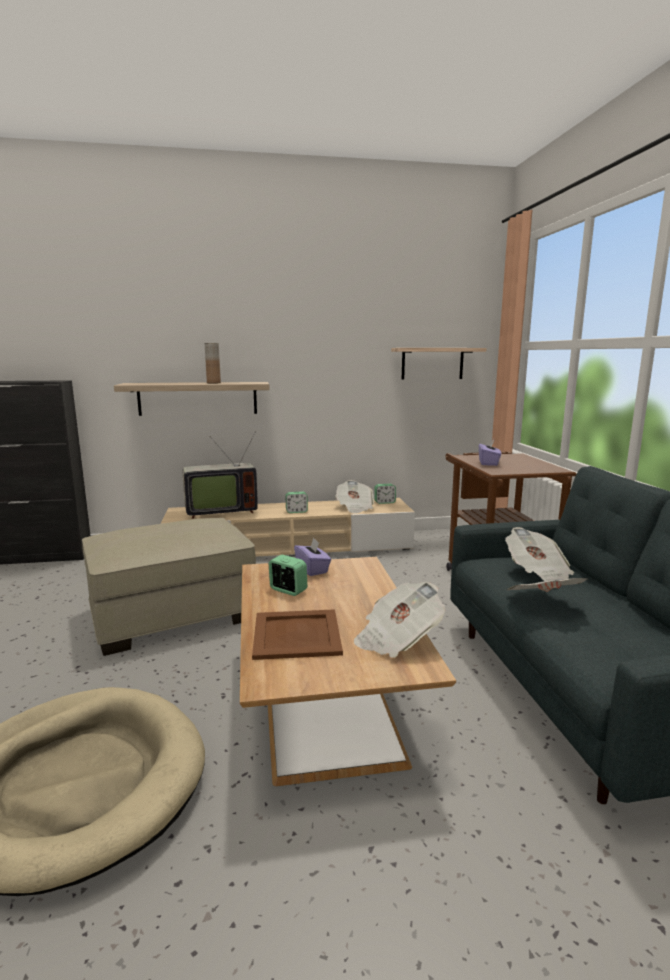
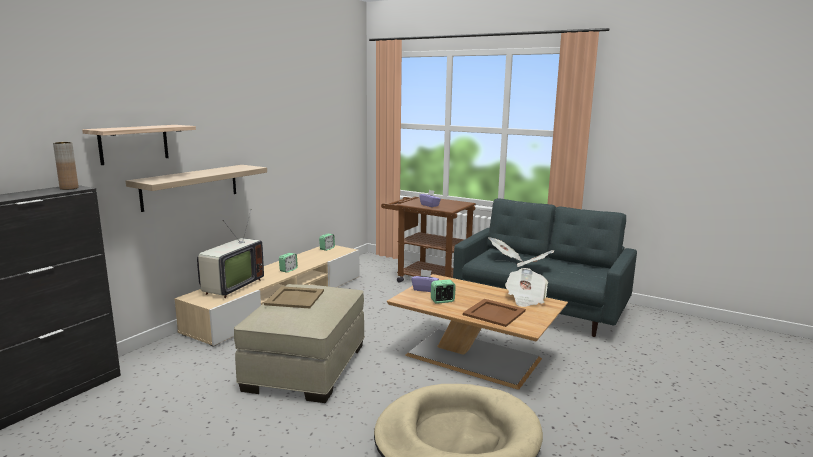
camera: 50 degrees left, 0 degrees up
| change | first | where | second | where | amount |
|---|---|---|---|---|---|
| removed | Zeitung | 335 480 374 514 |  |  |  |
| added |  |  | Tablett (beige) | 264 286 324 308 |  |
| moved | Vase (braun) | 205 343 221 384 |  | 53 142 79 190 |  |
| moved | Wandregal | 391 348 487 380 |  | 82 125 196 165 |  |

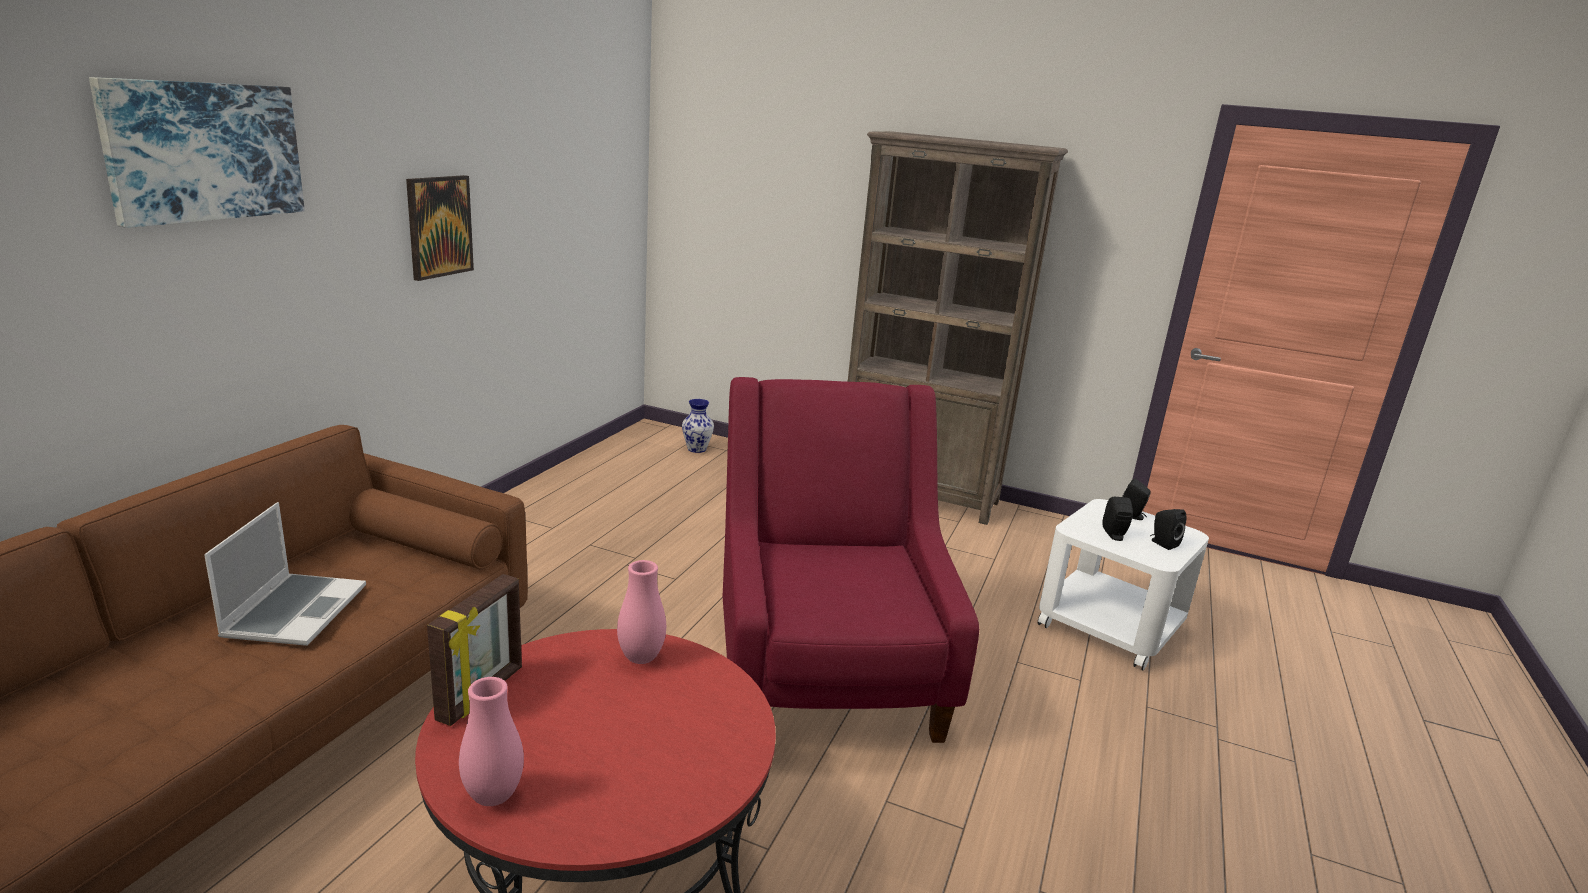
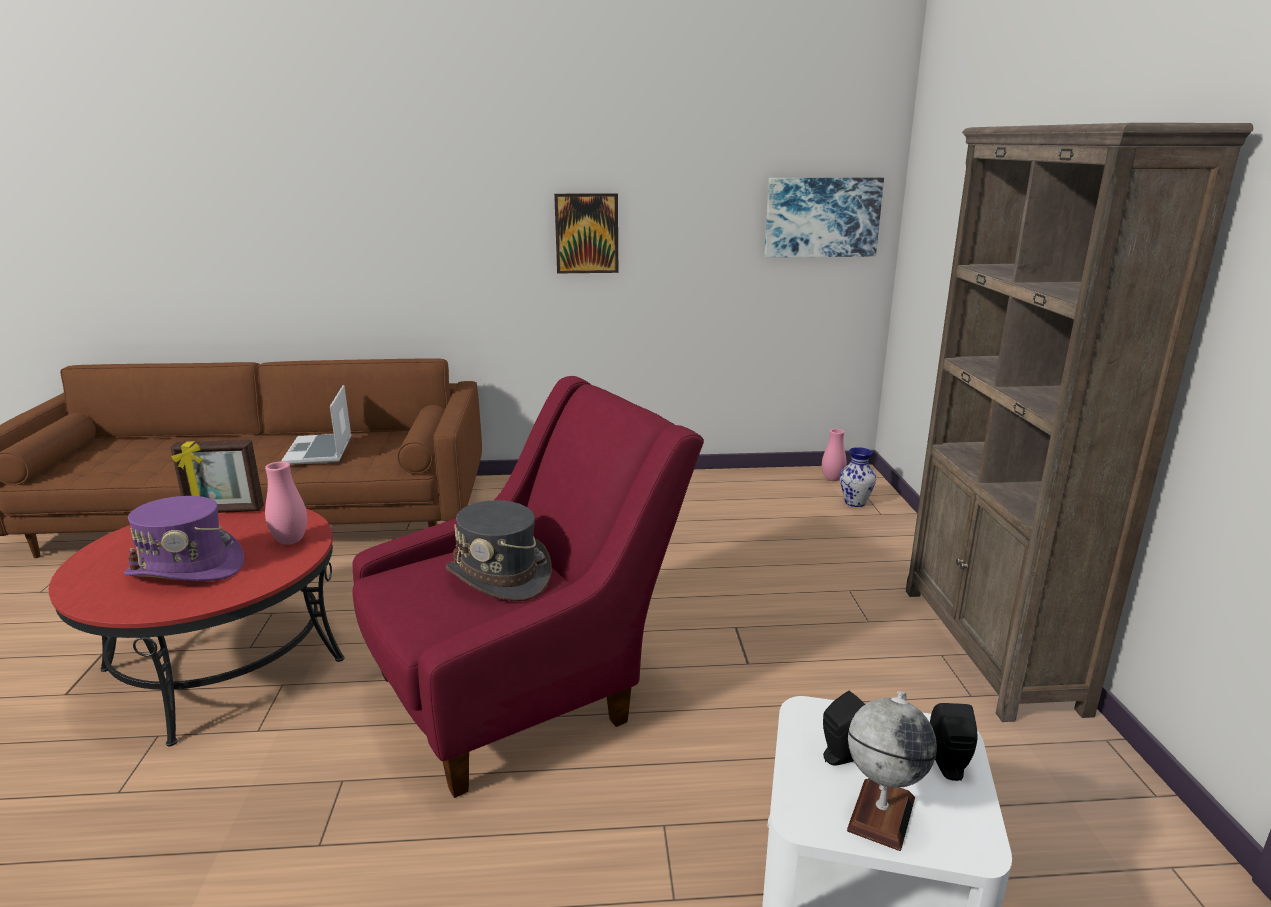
camera: 65 degrees right, 0 degrees up
| change | first | where | second | where | amount |
|---|---|---|---|---|---|
| added |  |  | Hut (lila) | 124 496 244 581 |  |
| added |  |  | Hut (grau) | 446 500 552 601 |  |
| moved | Bild | 89 77 305 228 |  | 764 177 884 258 |  |
| moved | Vase (rosa) | 459 677 524 806 |  | 822 429 846 481 |  |
| replaced | Lautsprecher (schwarz) | 1150 509 1186 550 | Globus | 847 691 937 851 |  |
| turned | Laptop | 204 502 366 646 |  | 281 385 352 465 | 105 degrees clockwise |

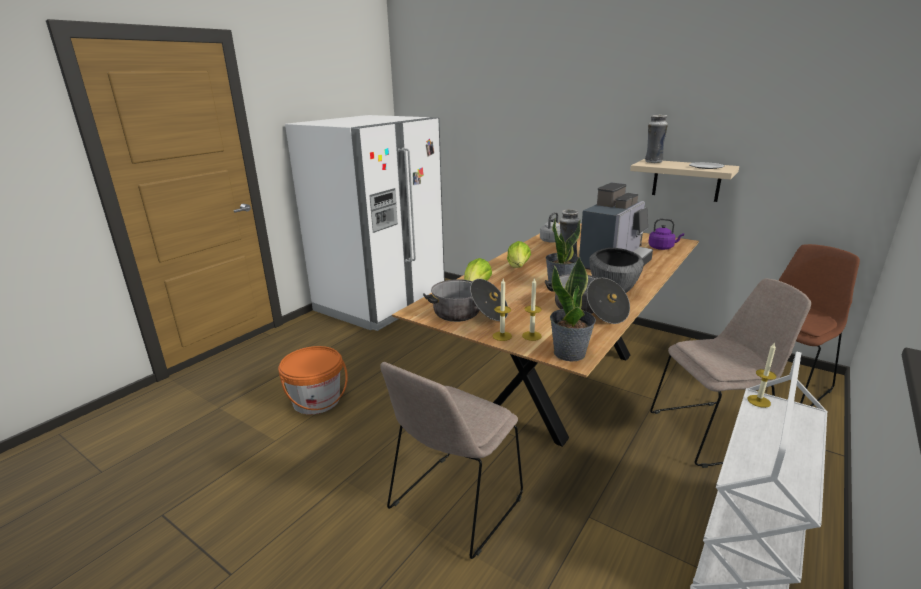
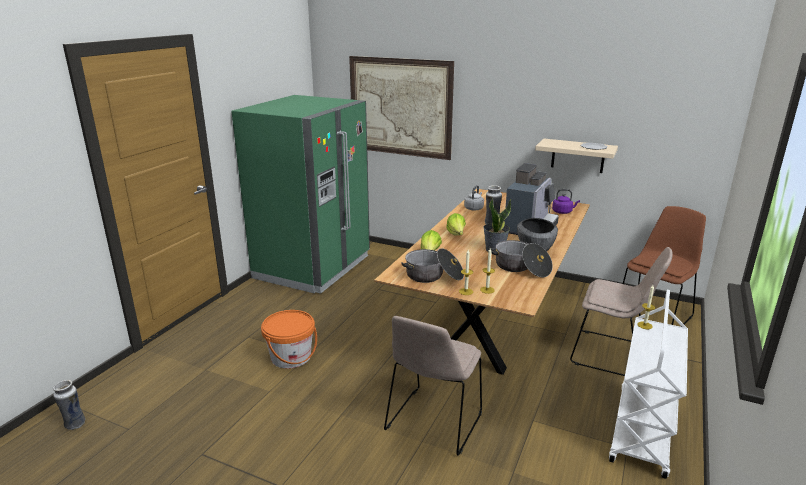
camera: 10 degrees left, 0 degrees up
| change | first | where | second | where | amount |
|---|---|---|---|---|---|
| removed | Topfpflanze | 550 256 596 362 |  |  |  |
| added |  |  | Bild | 349 56 454 160 |  |
| moved | Vase | 645 115 668 163 |  | 53 380 85 430 |  |
| recoloured | Kühlschrank (weiß) | 285 115 445 331 | Kühlschrank (grün) | 231 95 370 294 |  |
| turned | Stuhl (beige) | 650 279 811 468 |  | 570 247 673 376 | 45 degrees clockwise |

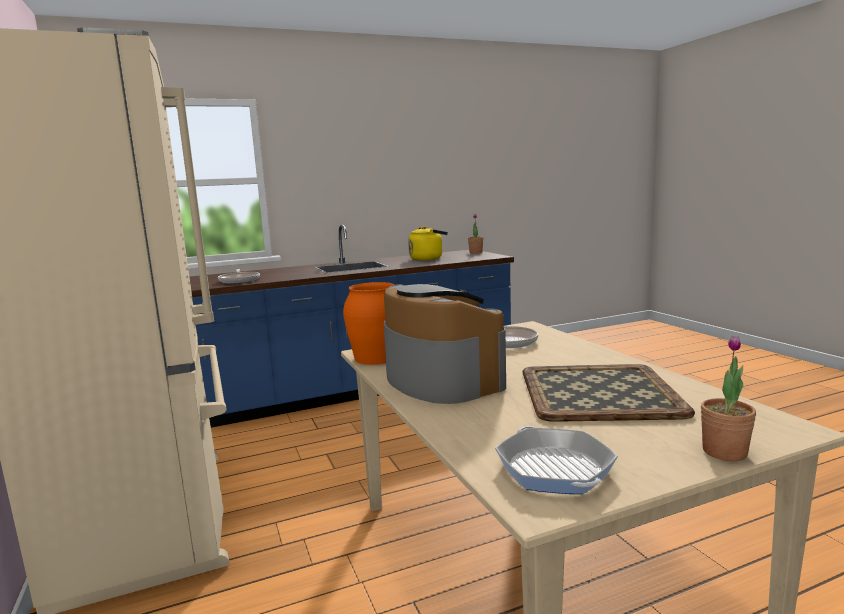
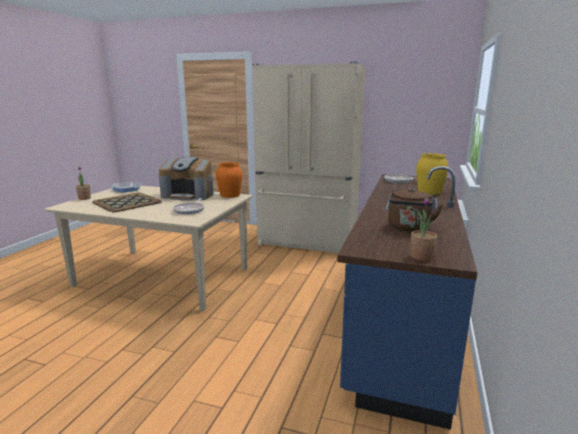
camera: 130 degrees right, 5 degrees up
| change | first | where | second | where | amount |
|---|---|---|---|---|---|
| added |  |  | Vase (gelb) | 416 153 448 195 |  |
| recoloured | Wasserkessel (gelb) | 408 226 448 260 | Wasserkessel (braun) | 388 188 443 231 |  |

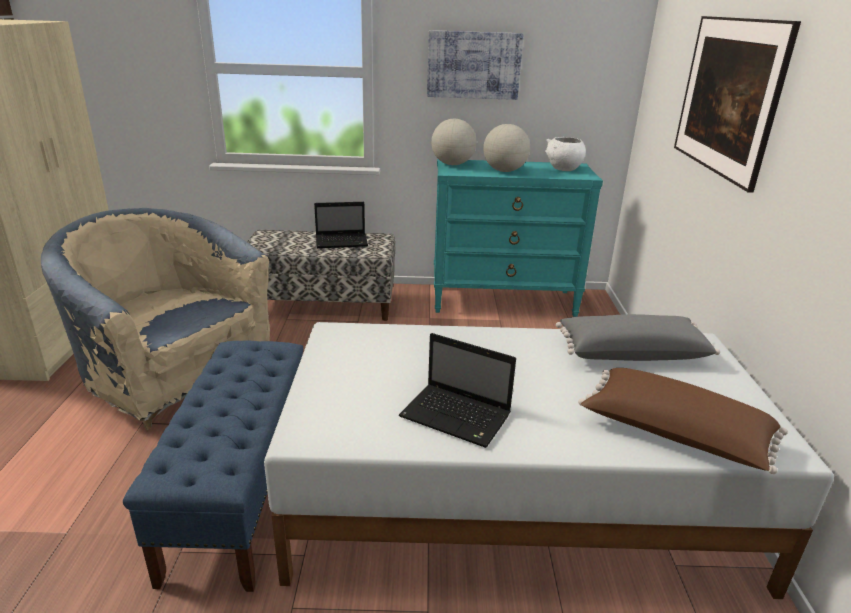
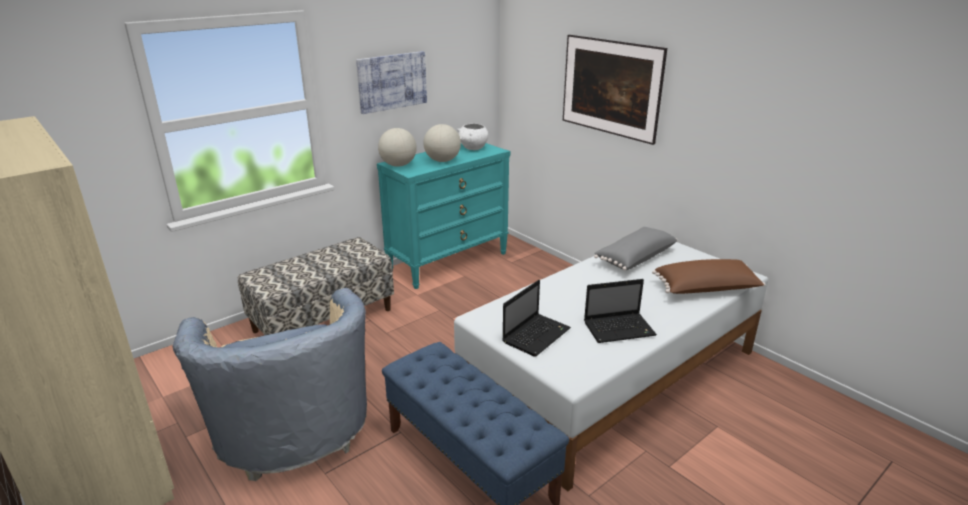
camera: 40 degrees left, 0 degrees up
| change | first | where | second | where | amount |
|---|---|---|---|---|---|
| moved | Laptop | 314 202 368 248 |  | 502 280 571 357 |  |
| turned | Sessel (beige) | 41 208 270 431 |  | 172 288 367 481 | 105 degrees counterclockwise |

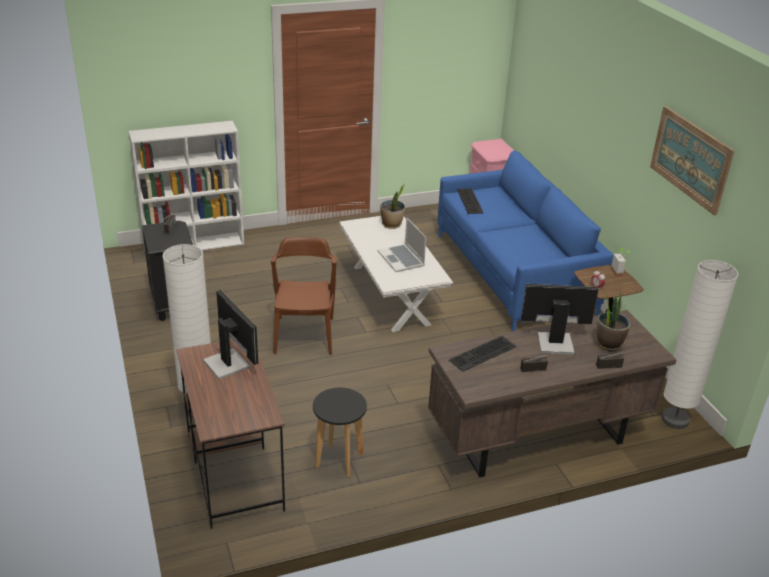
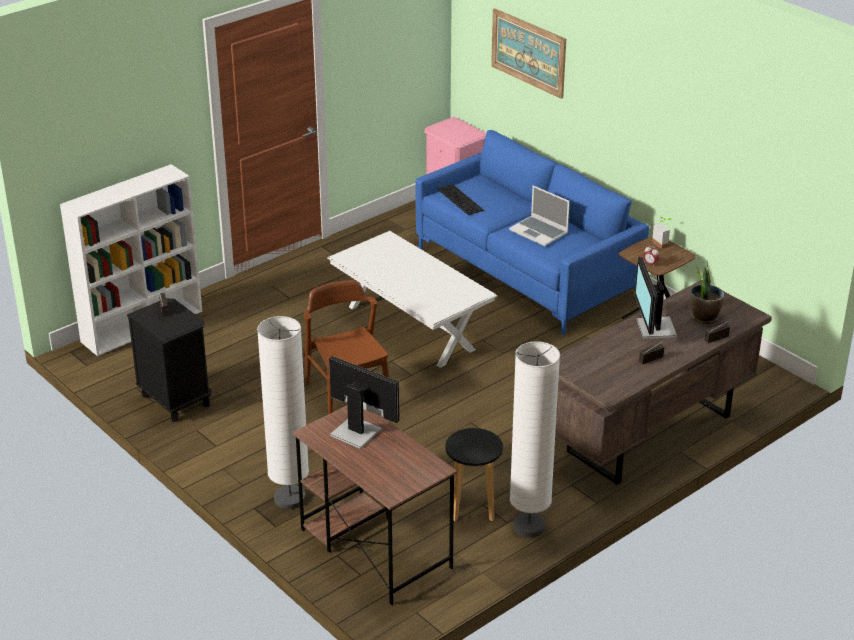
camera: 20 degrees left, 0 degrees up
| change | first | where | second | where | amount |
|---|---|---|---|---|---|
| removed | Topfpflanze | 380 184 405 229 |  |  |  |
| removed | Tastatur | 449 336 516 372 |  |  |  |
| moved | Laptop | 378 217 426 272 |  | 509 185 570 246 |  |
| moved | Bild | 650 106 734 216 |  | 491 8 566 99 |  |
| moved | Stehlampe (weiß) | 662 260 738 429 |  | 510 341 560 538 |  |
| turned | Monitor | 521 284 599 355 |  | 634 257 677 339 | 75 degrees counterclockwise |

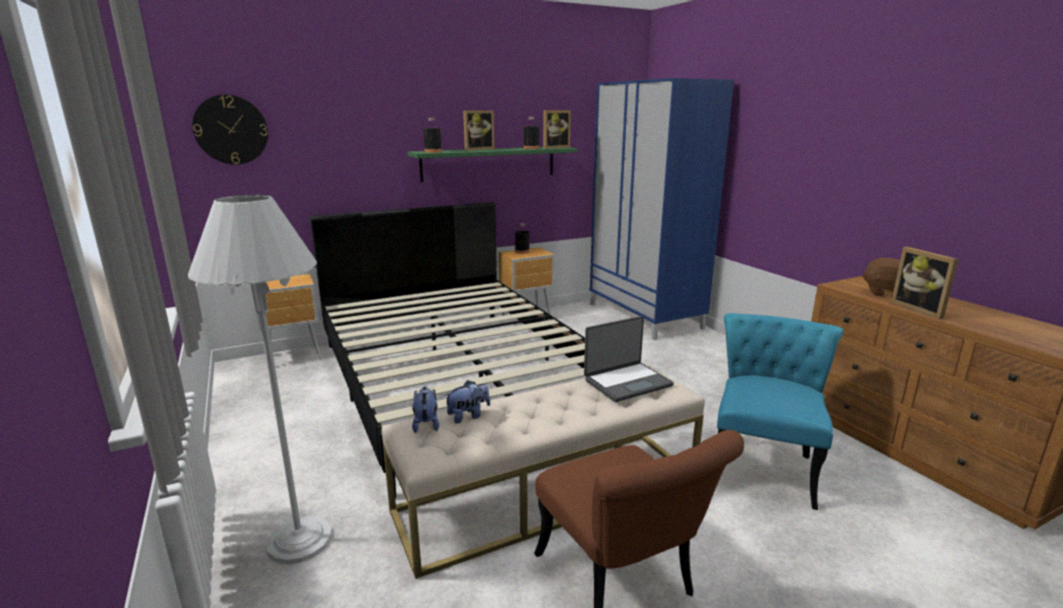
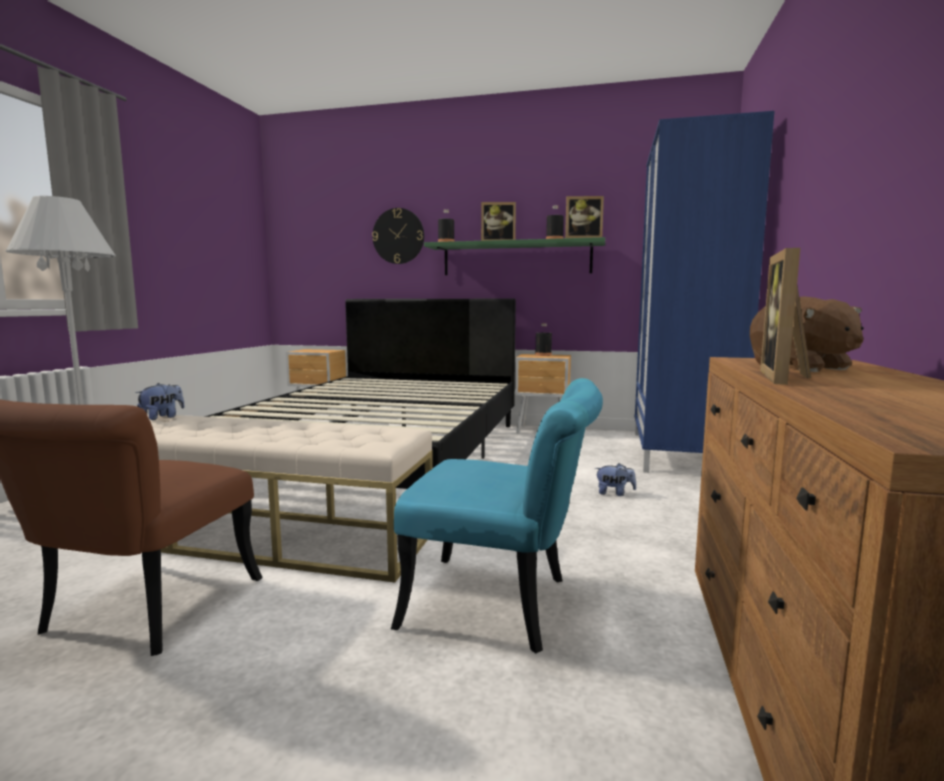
camera: 40 degrees right, 10 degrees down
| change | first | where | second | where | amount |
|---|---|---|---|---|---|
| removed | Laptop | 584 316 674 402 |  |  |  |
| moved | Wanduhr | 192 95 268 165 |  | 372 208 424 264 |  |
| moved | Plüschtier | 444 380 490 424 |  | 595 463 636 496 |  |
| turned | Stuhl (türkis) | 717 313 843 510 |  | 391 378 603 653 | 45 degrees clockwise |

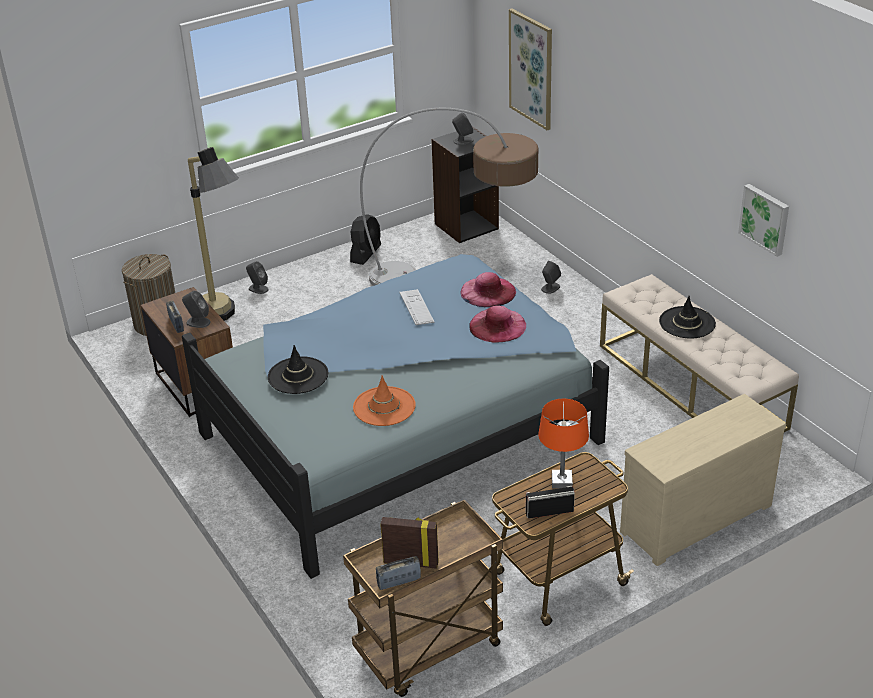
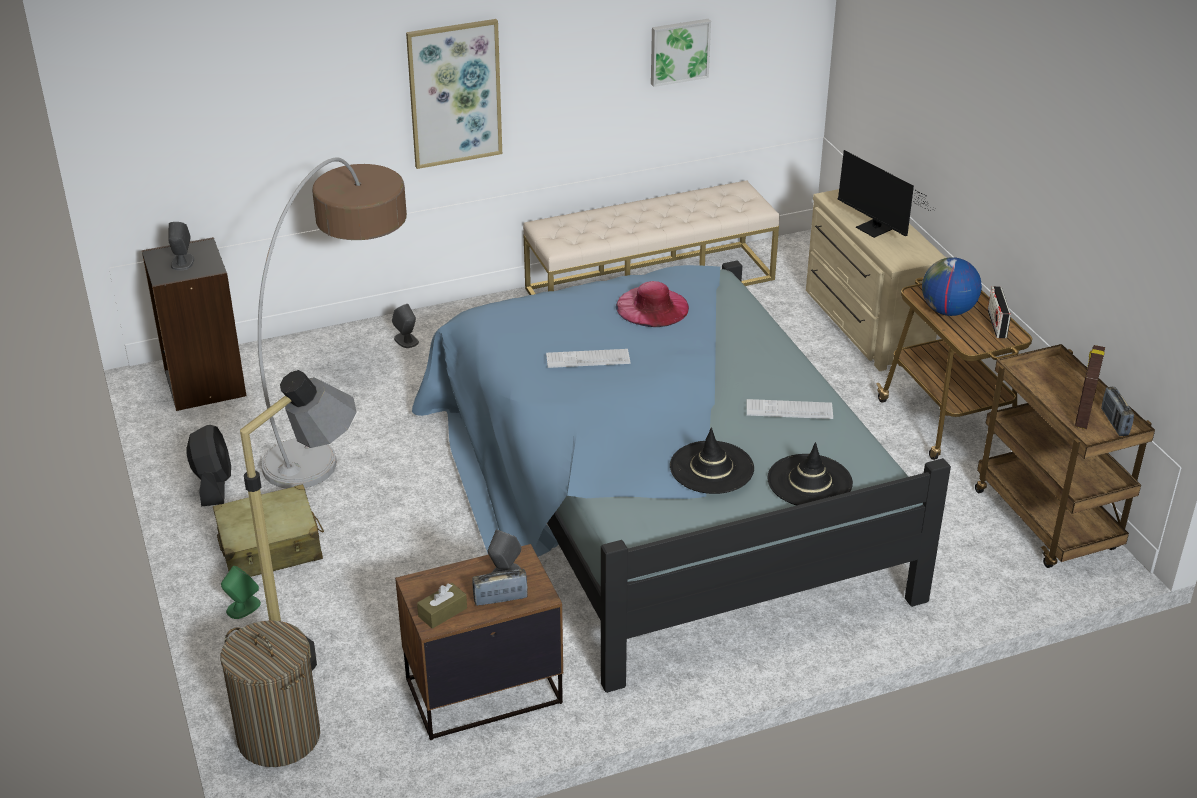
camera: 80 degrees left, 0 degrees up
| change | first | where | second | where | amount |
|---|---|---|---|---|---|
| removed | Hut (rosa) | 460 272 516 307 |  |  |  |
| added |  |  | Koffer (beige) | 213 484 324 577 |  |
| added |  |  | Taschentuchbox (braun) | 417 583 467 629 |  |
| added |  |  | Monitor | 838 150 936 238 |  |
| moved | Bild | 509 9 552 130 |  | 406 19 502 169 |  |
| moved | Hut (schwarz) | 659 296 716 339 |  | 768 442 853 506 |  |
| replaced | Hut (orange) | 353 375 416 426 | Tastatur | 747 399 833 419 |  |
| replaced | Tischlampe (orange) | 538 398 589 488 | Globus | 922 257 982 316 |  |
| recoloured | Lautsprecher (grau) | 246 261 269 294 | Lautsprecher (grün) | 221 566 261 619 |  |
| turned | Ventilator (schwarz) | 350 214 381 265 |  | 186 425 231 506 | 45 degrees clockwise |

